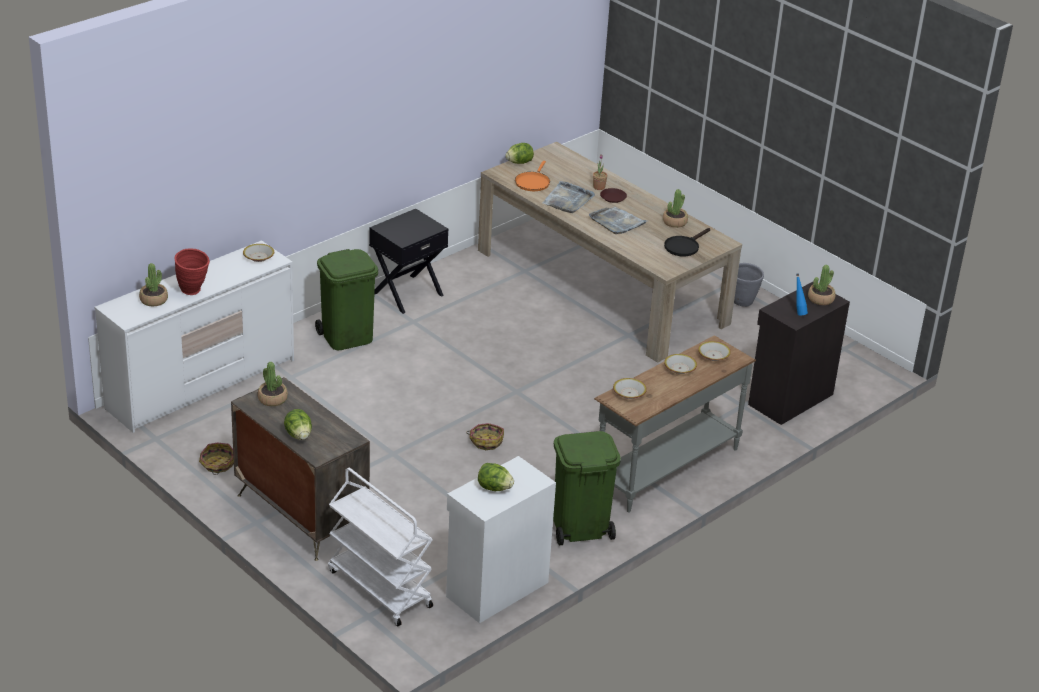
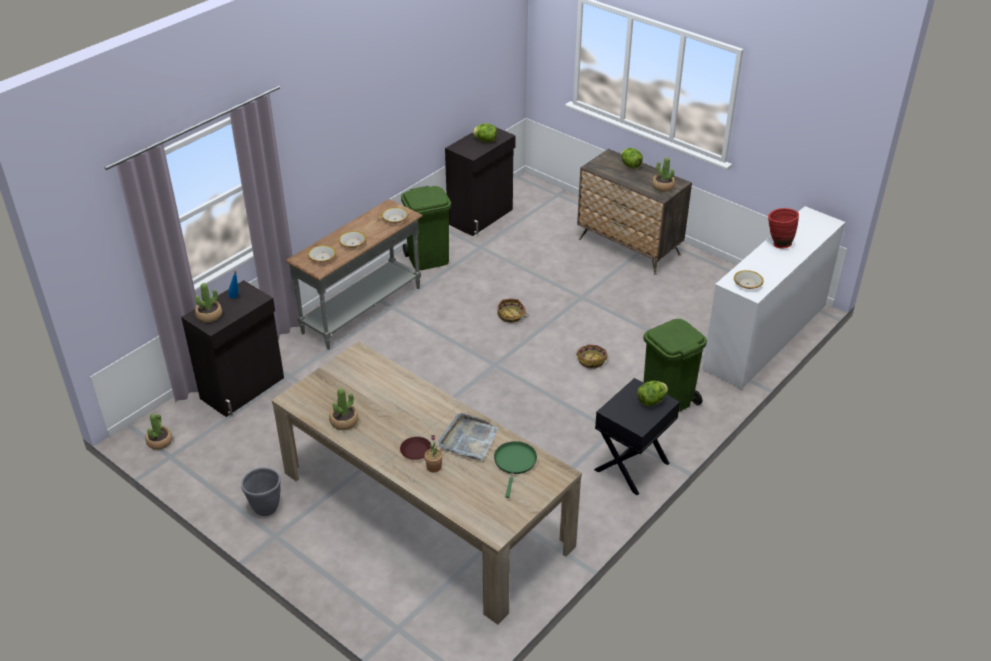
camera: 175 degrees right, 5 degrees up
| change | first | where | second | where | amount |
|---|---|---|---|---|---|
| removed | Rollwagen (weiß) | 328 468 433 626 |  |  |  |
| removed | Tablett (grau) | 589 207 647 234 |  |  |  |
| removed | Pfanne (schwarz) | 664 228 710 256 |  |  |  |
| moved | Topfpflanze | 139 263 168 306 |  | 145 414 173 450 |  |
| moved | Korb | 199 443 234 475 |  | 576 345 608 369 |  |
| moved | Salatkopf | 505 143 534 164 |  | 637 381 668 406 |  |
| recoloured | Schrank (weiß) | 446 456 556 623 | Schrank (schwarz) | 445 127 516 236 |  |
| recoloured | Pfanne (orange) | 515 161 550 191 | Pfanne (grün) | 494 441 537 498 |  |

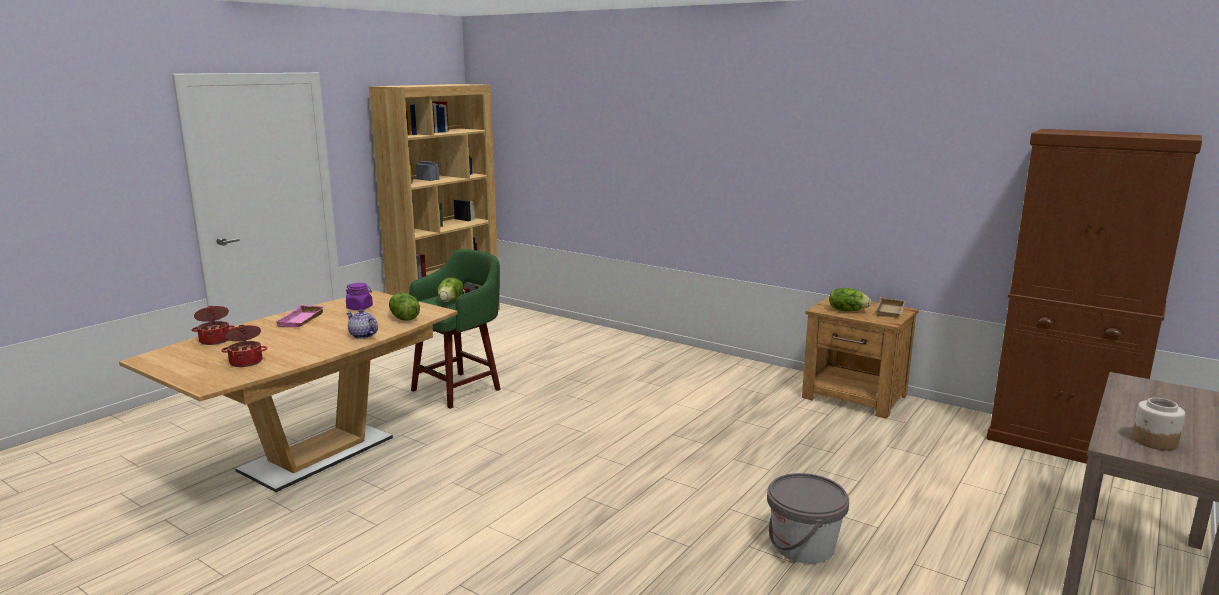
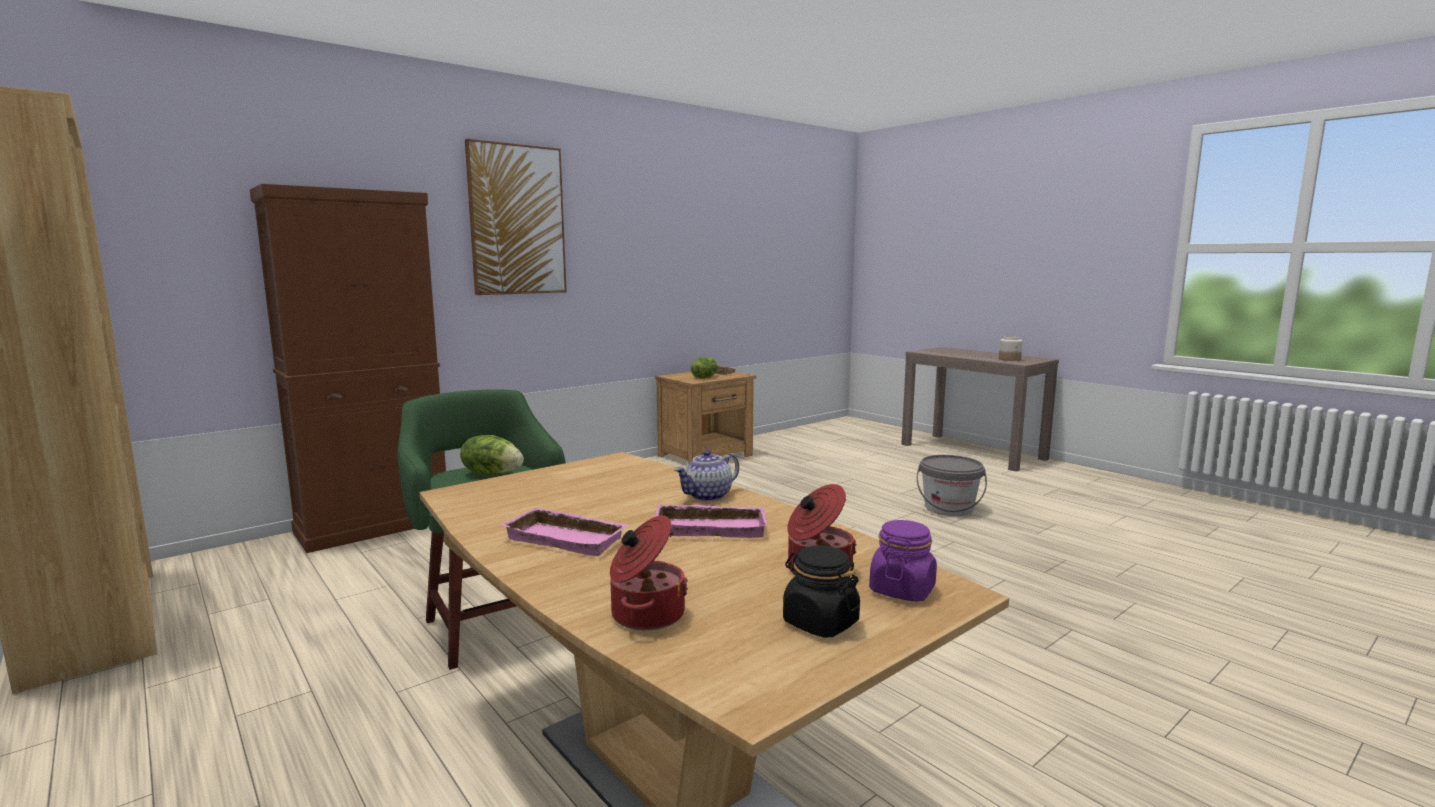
camera: 75 degrees left, 5 degrees down
| change | first | where | second | where | amount |
|---|---|---|---|---|---|
| removed | Salatkopf | 389 293 420 321 |  |  |  |
| added |  |  | Bild | 465 139 567 295 |  |
| added |  |  | Tablett (rosa) | 654 504 767 538 |  |
| added |  |  | Vorratsglas (schwarz) | 783 545 860 637 |  |
| moved | Vorratsglas (lila) | 346 283 373 310 |  | 869 520 937 602 |  |
| moved | Schrank (braun) | 986 129 1202 464 |  | 250 184 446 553 |  |

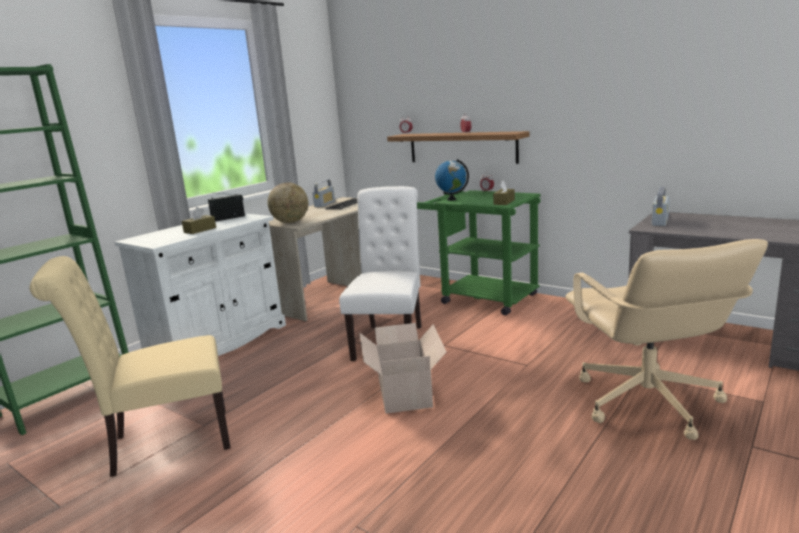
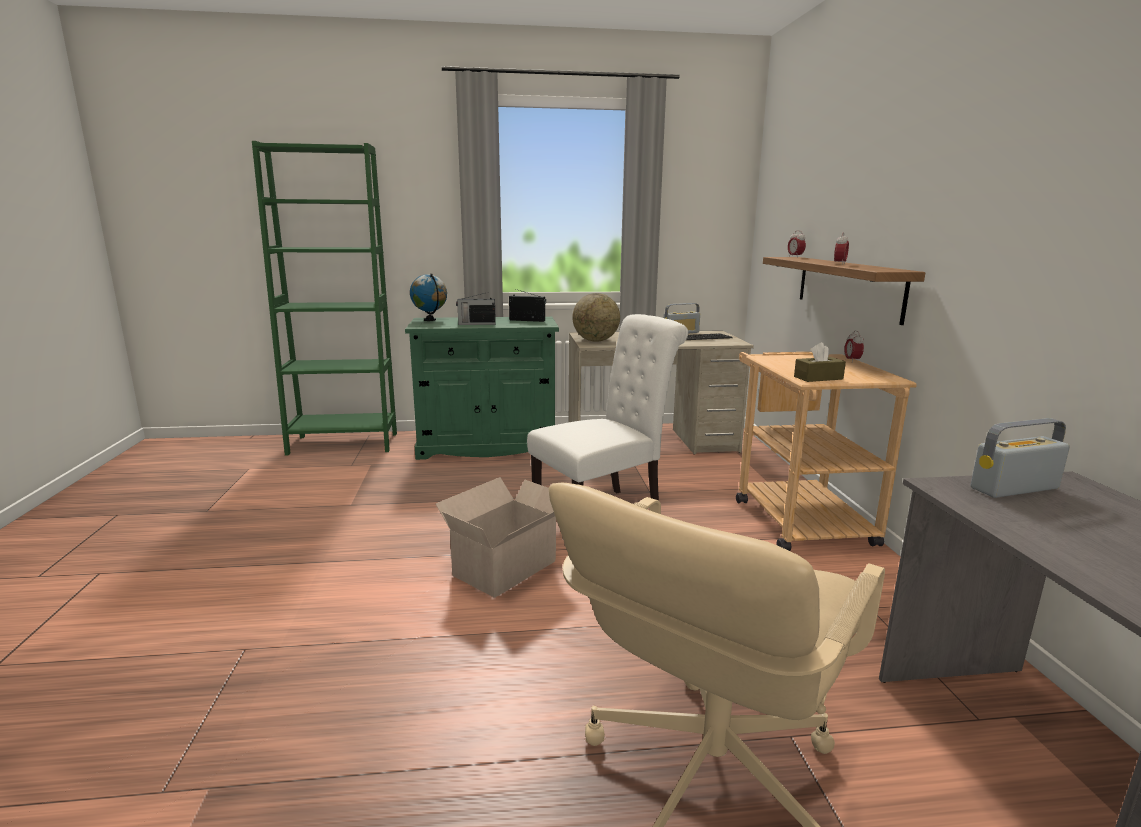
camera: 45 degrees right, 0 degrees up
| change | first | where | second | where | amount |
|---|---|---|---|---|---|
| removed | Stuhl (beige) | 29 256 231 477 |  |  |  |
| moved | Globus | 435 159 469 201 |  | 410 273 447 321 |  |
| replaced | Taschentuchbox (braun) | 182 207 216 234 | Radio | 456 292 496 325 |  |
| recoloured | Schrank (weiß) | 115 213 286 356 | Schrank (grün) | 405 317 559 460 |  |
| recoloured | Rollwagen (grün) | 417 190 541 315 | Rollwagen (beige) | 736 352 917 551 |  |

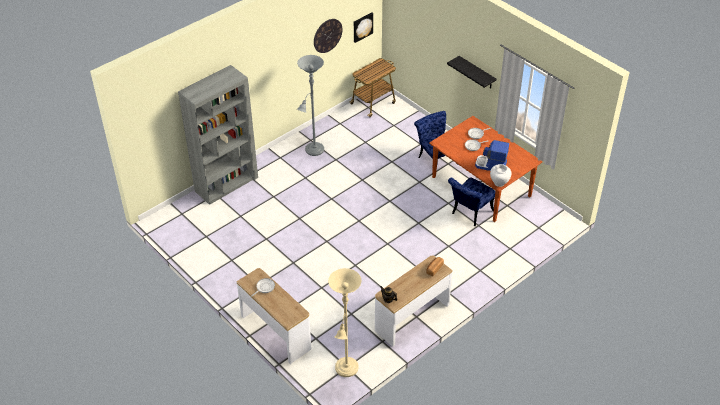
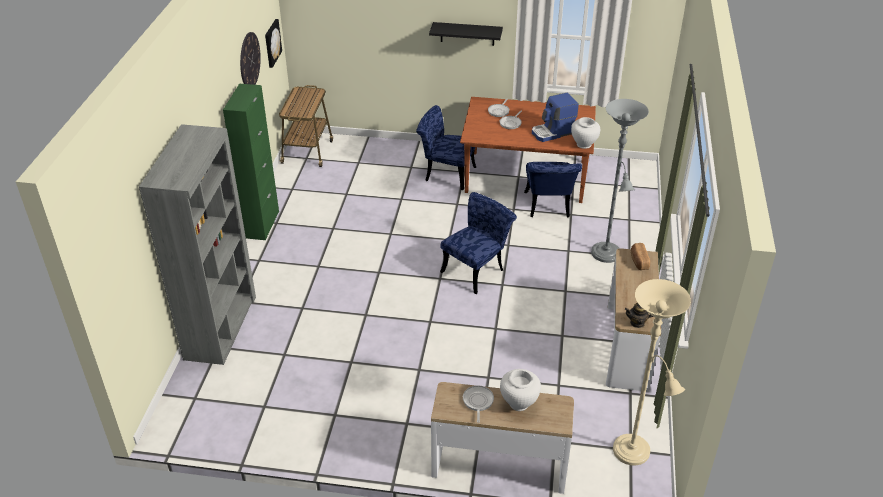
camera: 40 degrees left, 5 degrees down
| change | first | where | second | where | amount |
|---|---|---|---|---|---|
| added |  |  | Schrank (grün) | 223 84 279 240 |  |
| added |  |  | Stuhl (blau) | 440 192 517 294 |  |
| added |  |  | Vase (weiß) | 500 369 541 411 |  |
| moved | Stehlampe (grau) | 297 55 324 156 |  | 591 99 649 263 |  |

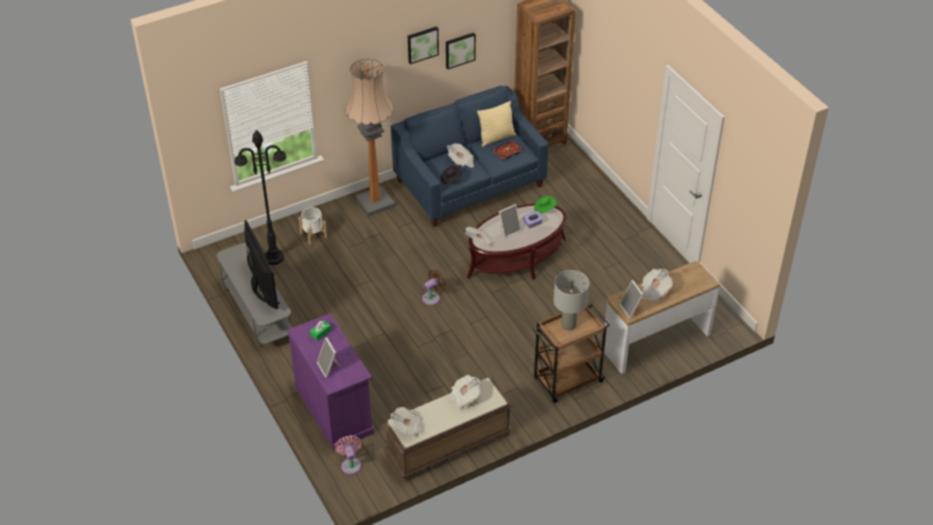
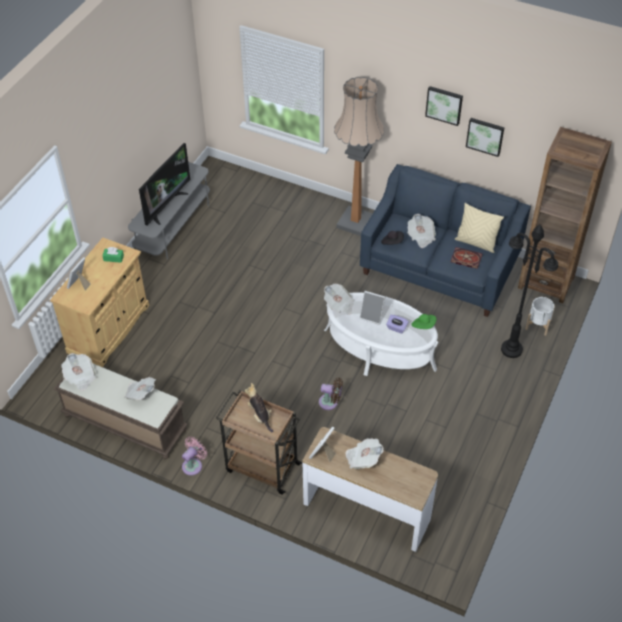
camera: 55 degrees right, 5 degrees up
| change | first | where | second | where | amount |
|---|---|---|---|---|---|
| moved | Stehlampe (schwarz) | 235 130 286 265 |  | 501 225 558 358 |  |
| moved | Pflanzkübel (weiß) | 299 207 327 245 |  | 525 297 555 336 |  |
| moved | Ventilator (rosa) | 335 435 361 475 |  | 182 437 207 476 |  |
| moved | Ventilator (braun) | 422 270 446 305 |  | 319 378 343 410 |  |
| replaced | Tischlampe (grau) | 553 270 590 331 | Plüschtier | 245 383 273 432 |  |
| recoloured | Schrank (lila) | 287 313 374 451 | Schrank (beige) | 50 237 149 367 |  |
| recoloured | Couchtisch (braun) | 467 204 567 280 | Couchtisch (weiß) | 324 292 438 376 |  |

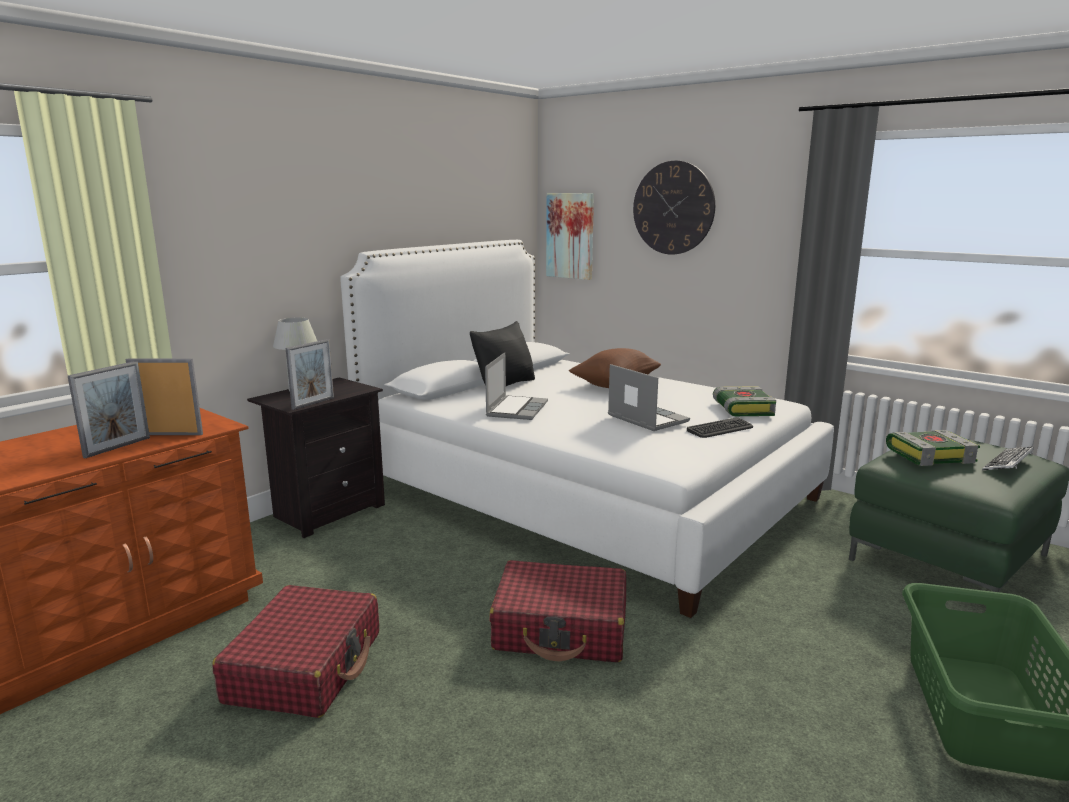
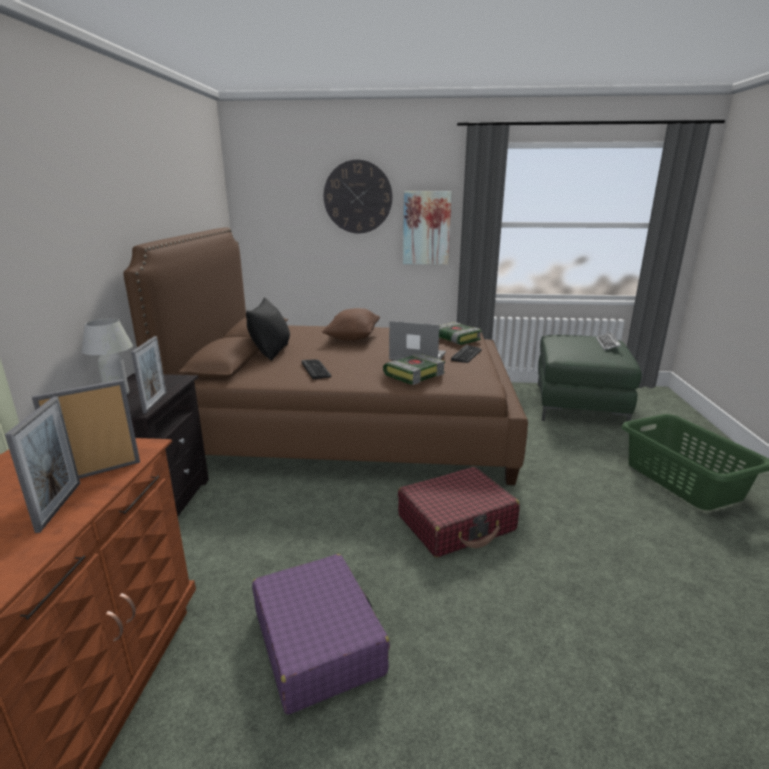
camera: 35 degrees left, 5 degrees up
| change | first | where | second | where | amount |
|---|---|---|---|---|---|
| moved | Bild | 546 193 594 280 |  | 403 191 452 265 |  |
| moved | Buch | 886 430 980 466 |  | 383 353 445 385 |  |
| replaced | Laptop | 485 353 548 420 | Tastatur | 302 359 331 379 |  |
| recoloured | Koffer (rot) | 212 585 379 718 | Koffer (lila) | 252 554 390 715 |  |
| recoloured | Bett (weiß) | 340 240 834 618 | Bett (braun) | 123 227 528 485 |  |

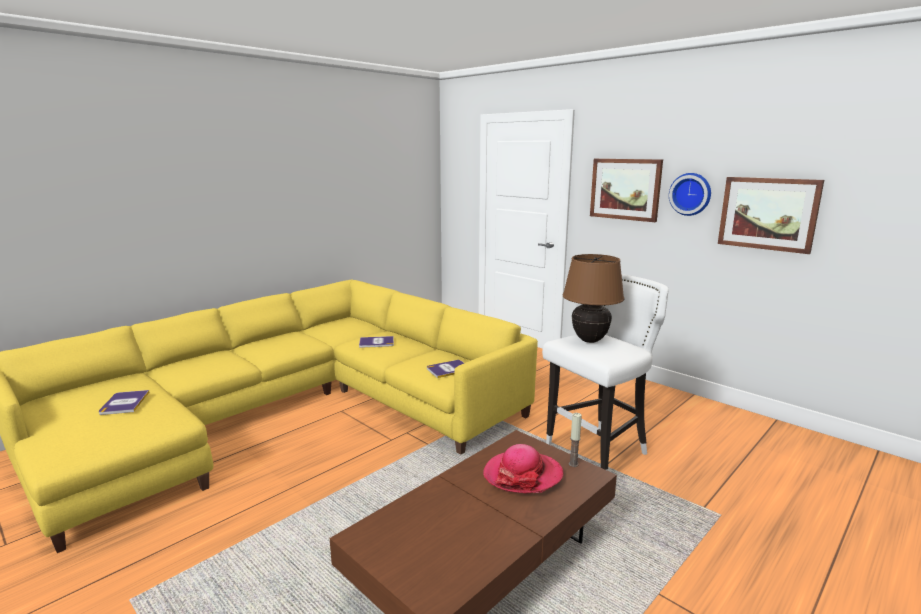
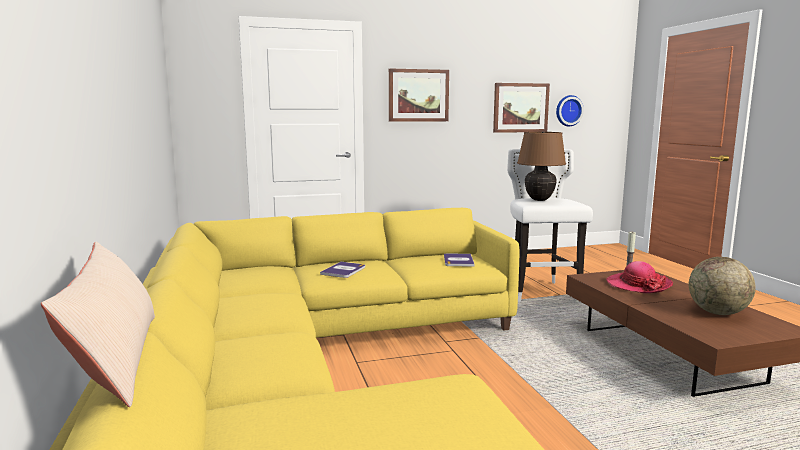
camera: 60 degrees left, 5 degrees down
| change | first | where | second | where | amount |
|---|---|---|---|---|---|
| removed | Buch | 99 390 150 415 |  |  |  |
| added |  |  | Kissen (beige) | 41 242 155 407 |  |
| added |  |  | Globus | 689 257 756 315 |  |
| moved | Wanduhr | 669 173 711 216 |  | 556 95 584 127 |  |

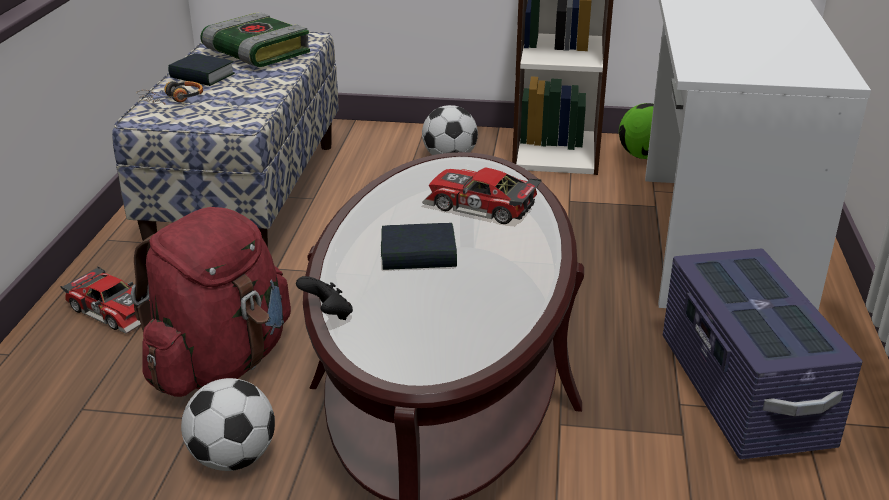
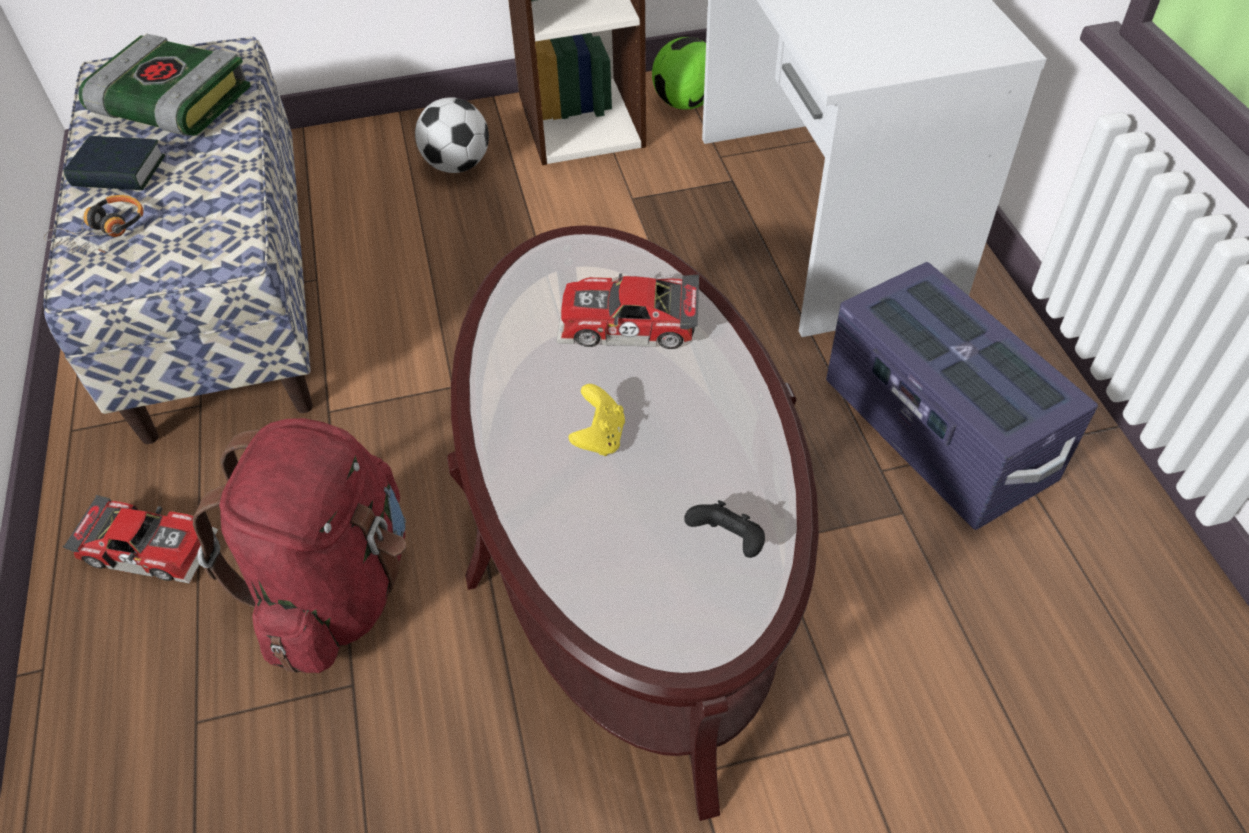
camera: 20 degrees left, 20 degrees up
| change | first | where | second | where | amount |
|---|---|---|---|---|---|
| removed | Fußball | 181 378 275 471 |  |  |  |
| moved | Gamepad (schwarz) | 296 276 353 320 |  | 684 500 765 558 |  |
| replaced | Buch | 381 223 457 270 | Gamepad (gelb) | 568 384 625 456 |  |

